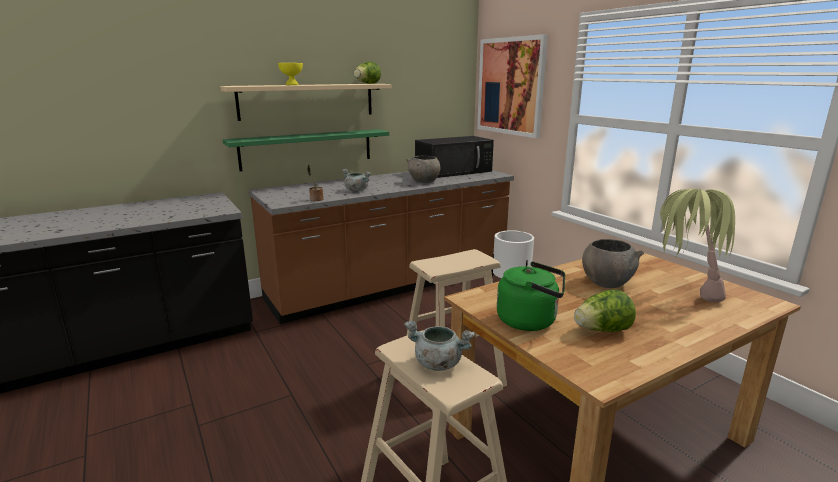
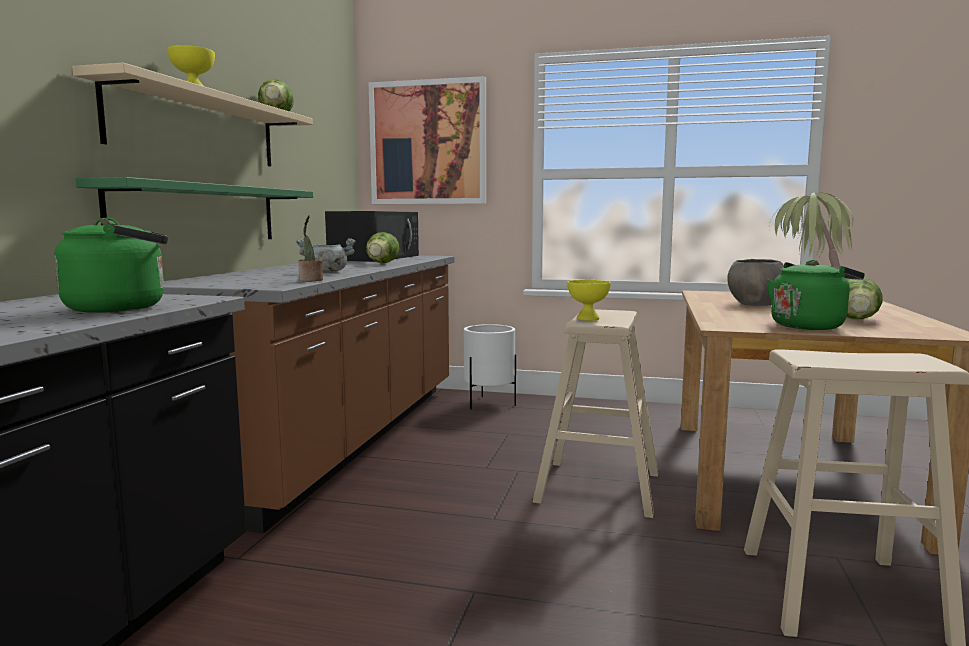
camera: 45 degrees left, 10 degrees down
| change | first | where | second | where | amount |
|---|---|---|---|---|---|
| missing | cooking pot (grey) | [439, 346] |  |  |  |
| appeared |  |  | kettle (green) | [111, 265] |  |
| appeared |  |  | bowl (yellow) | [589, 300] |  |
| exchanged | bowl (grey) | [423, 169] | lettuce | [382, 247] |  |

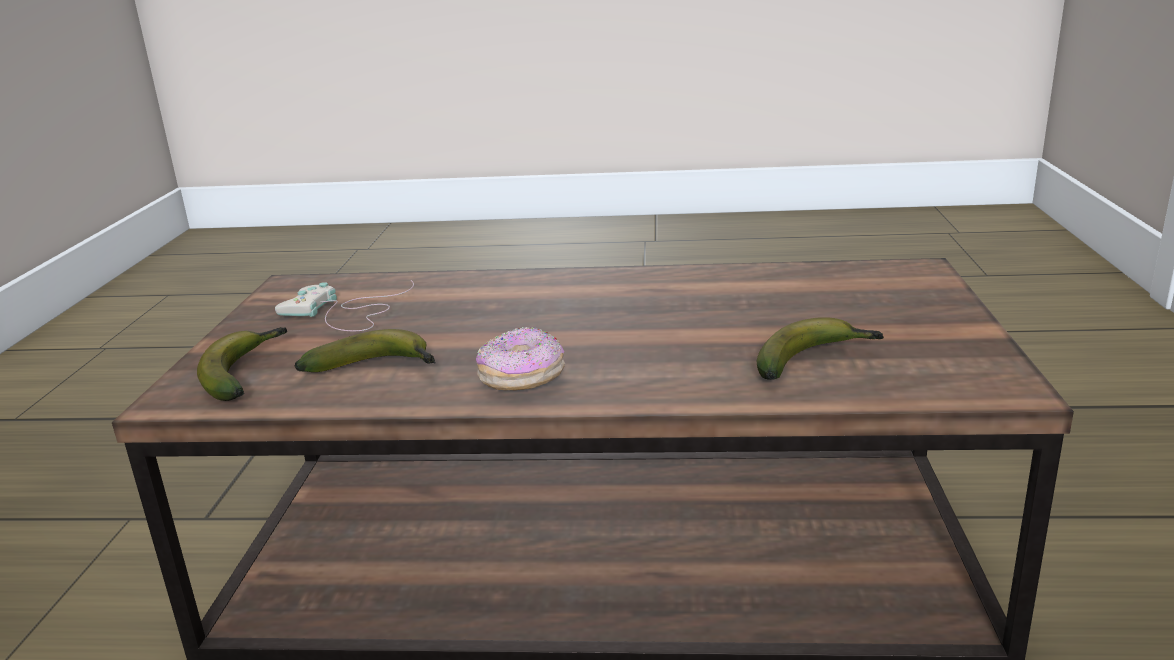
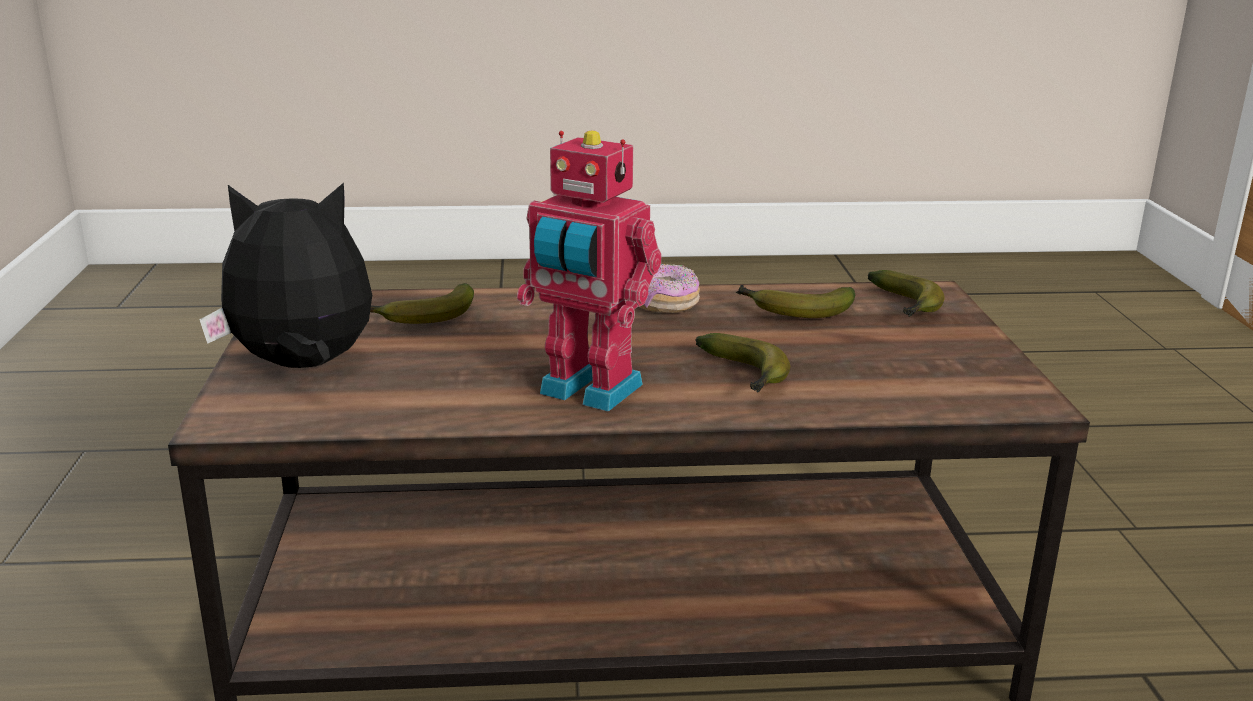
camera: 170 degrees right, 0 degrees up
| change | first | where | second | where | amount |
|---|---|---|---|---|---|
| missing | game controller (white) | [344, 305] |  |  |  |
| appeared |  |  | plush toy | [285, 275] |  |
| appeared |  |  | toy robot | [589, 271] |  |
| appeared |  |  | banana | [743, 363] |  |

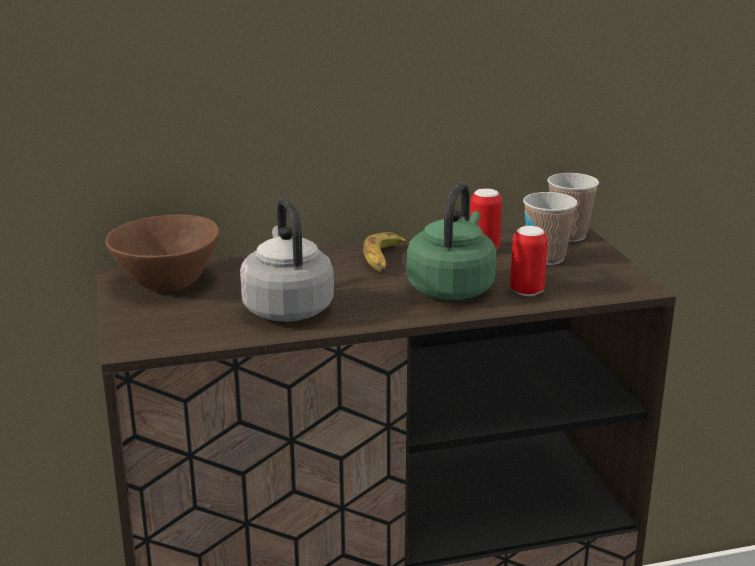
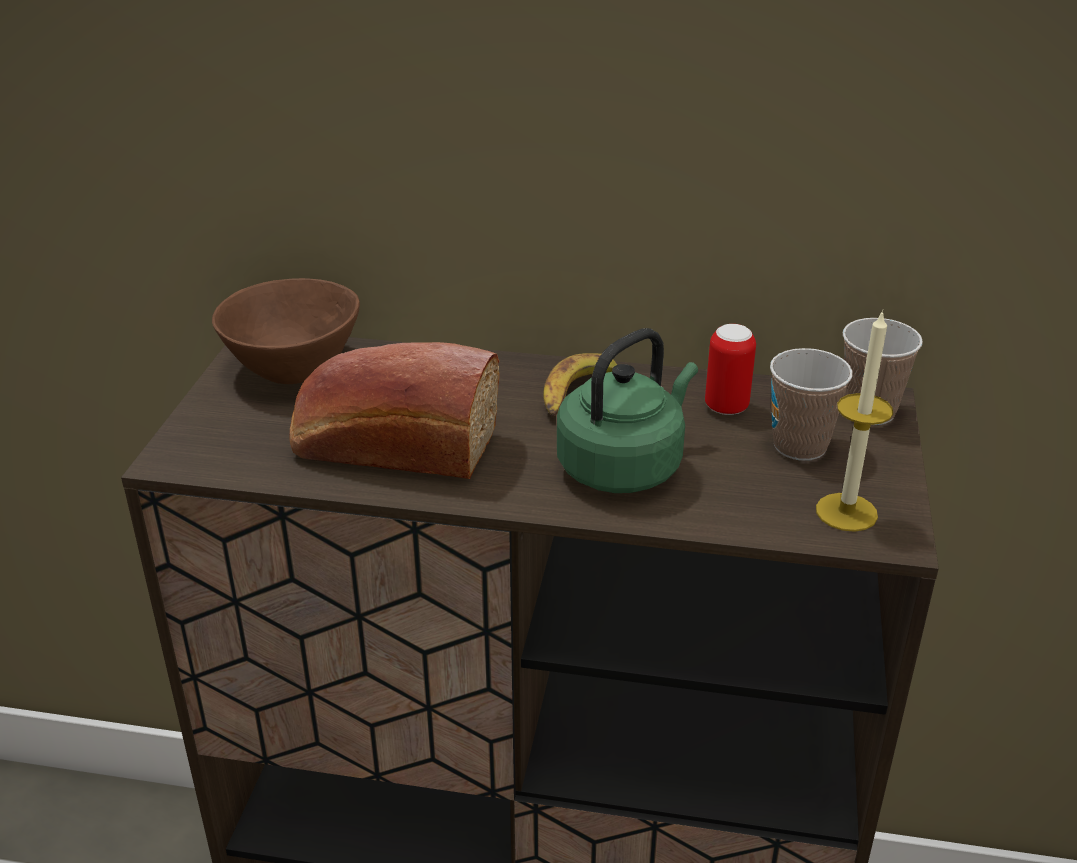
camera: 25 degrees right, 10 degrees up
| change | first | where | second | where | amount |
|---|---|---|---|---|---|
| missing | can | [529, 261] |  |  |  |
| appeared |  |  | candle | [854, 421] |  |
| exchanged | kettle (grey) | [287, 260] | bread | [394, 410] |  |

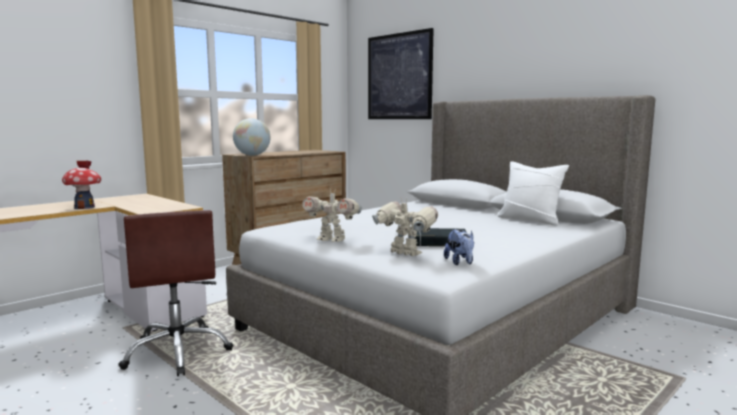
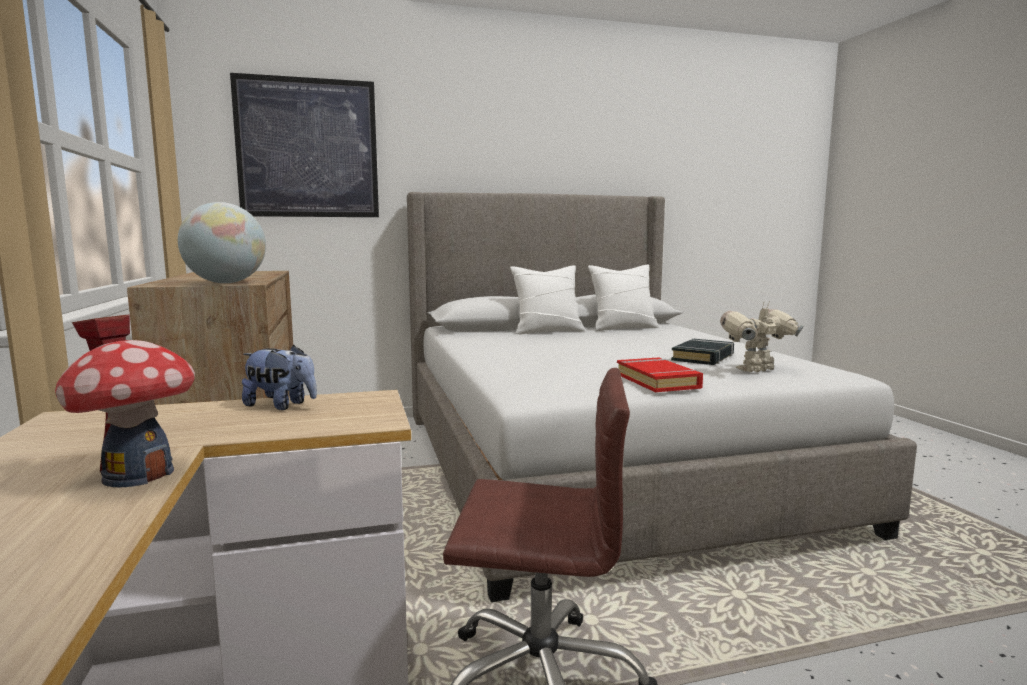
camera: 60 degrees left, 0 degrees up
| change | first | where | second | where | amount |
|---|---|---|---|---|---|
| appeared |  |  | pillow (white) | [547, 299] |  |
| relocated | plush toy | [459, 247] |  | [279, 377] |  |
| exchanged | toy robot | [332, 215] | book (red) | [660, 375] |  |

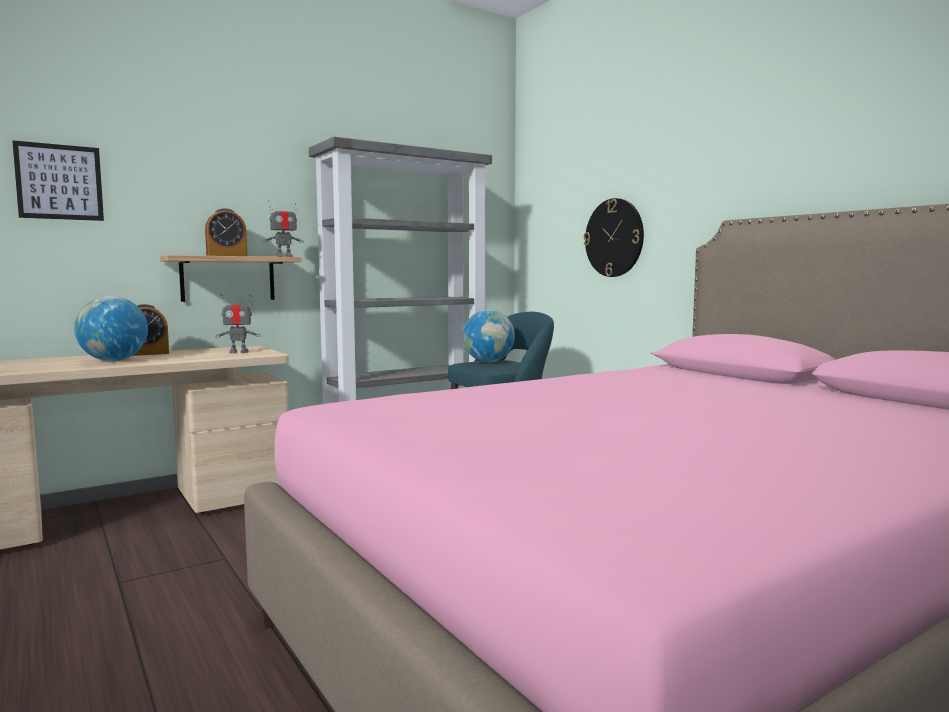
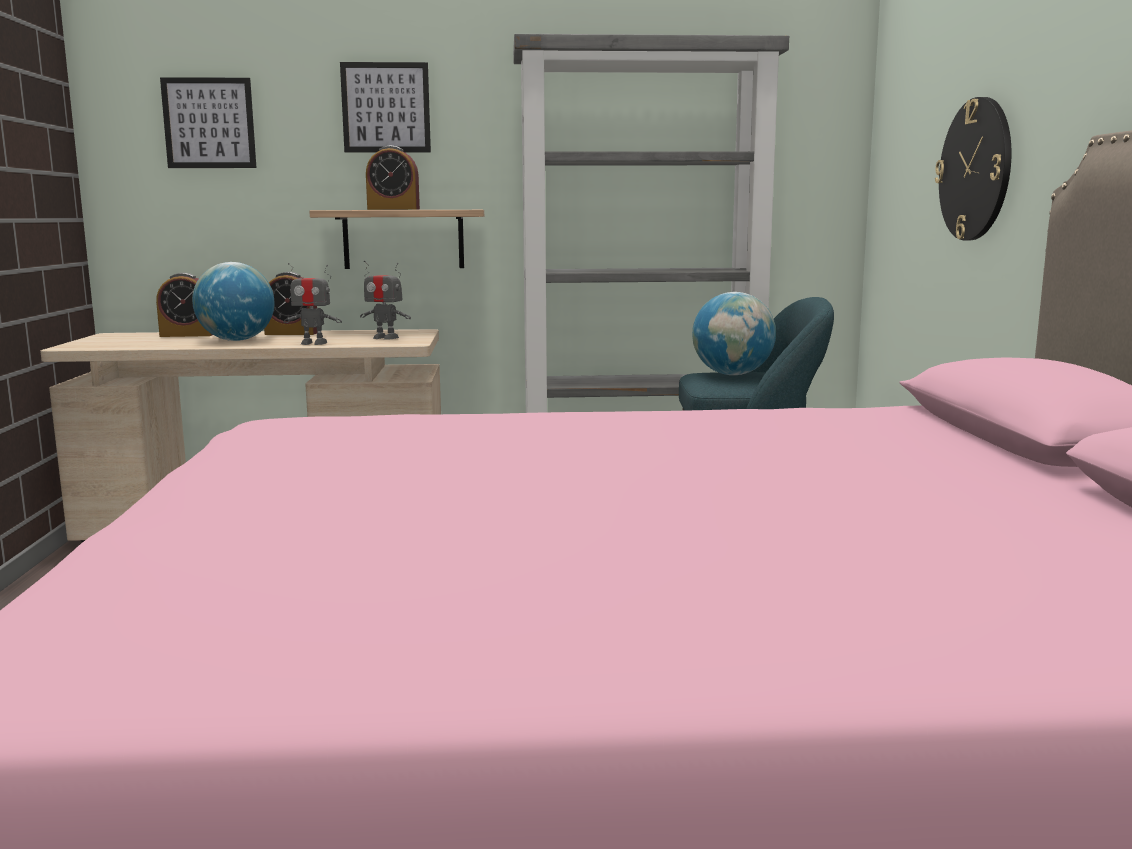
camera: 30 degrees right, 5 degrees up
| change | first | where | second | where | amount |
|---|---|---|---|---|---|
| appeared |  |  | alarm clock | [184, 305] |  |
| appeared |  |  | picture | [385, 107] |  |
| relocated | toy robot | [283, 229] |  | [312, 304] |  |

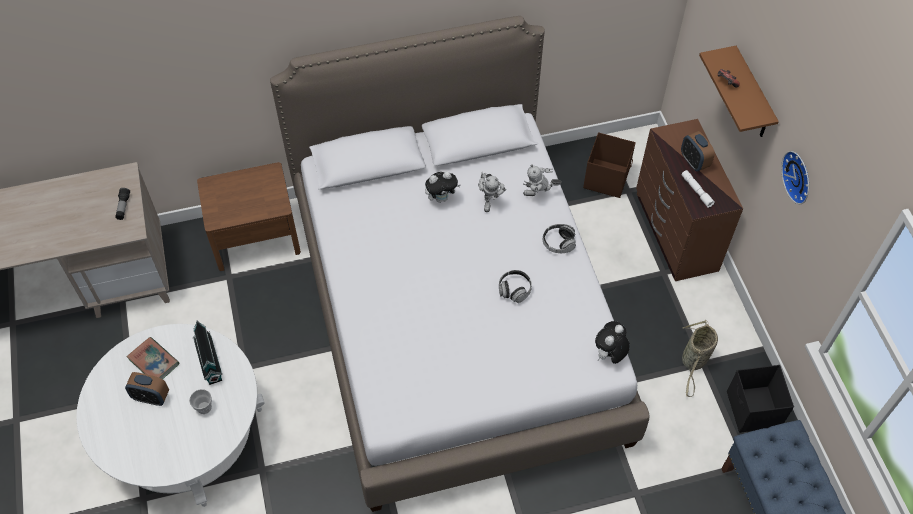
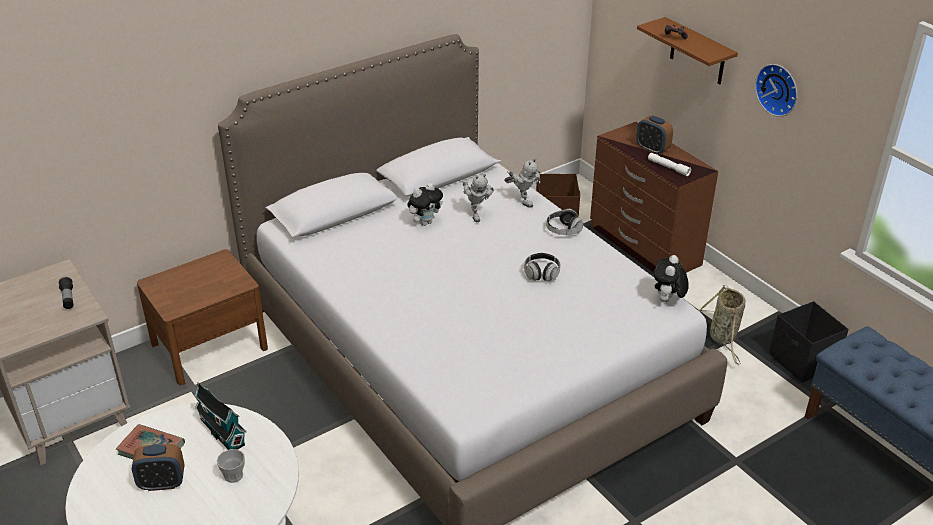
camera: 20 degrees left, 20 degrees down
| change | first | where | second | where | amount |
|---|---|---|---|---|---|
| spun | toy robot | [542, 180] |  | [522, 183] | 105 degrees counterclockwise |

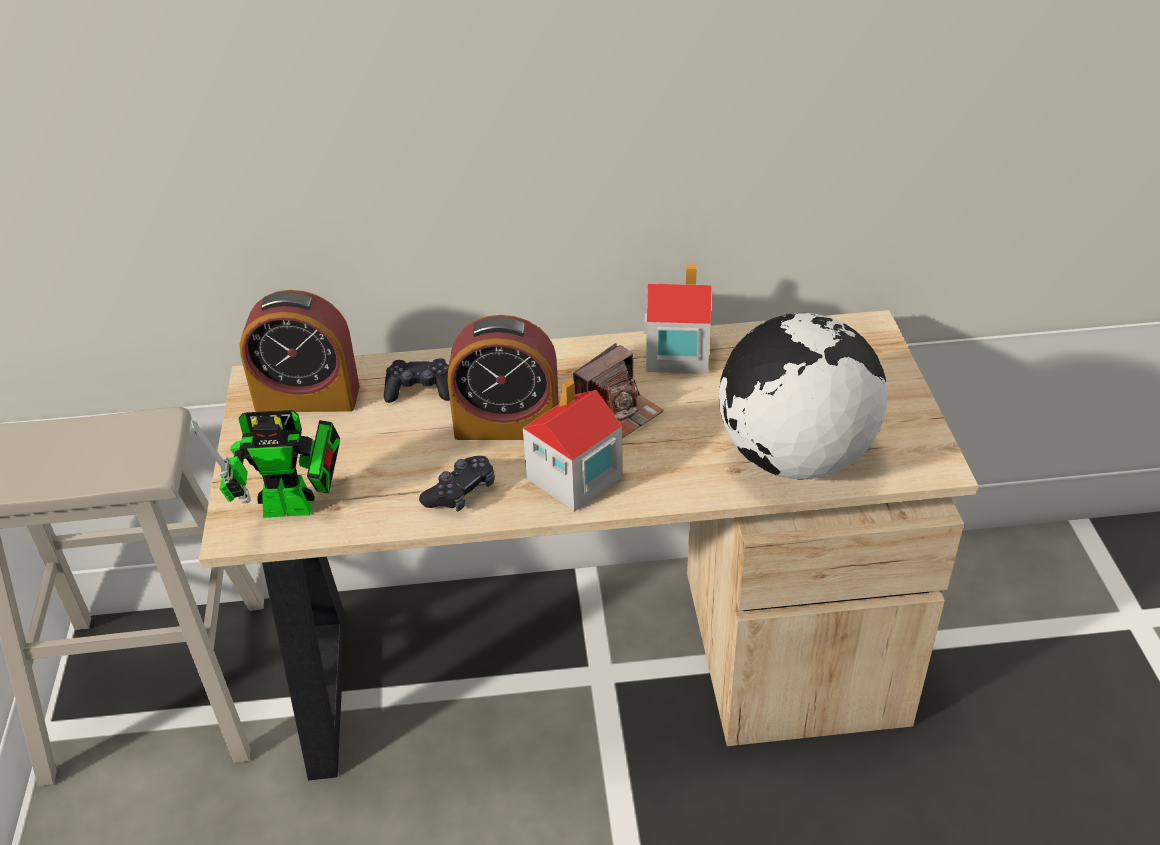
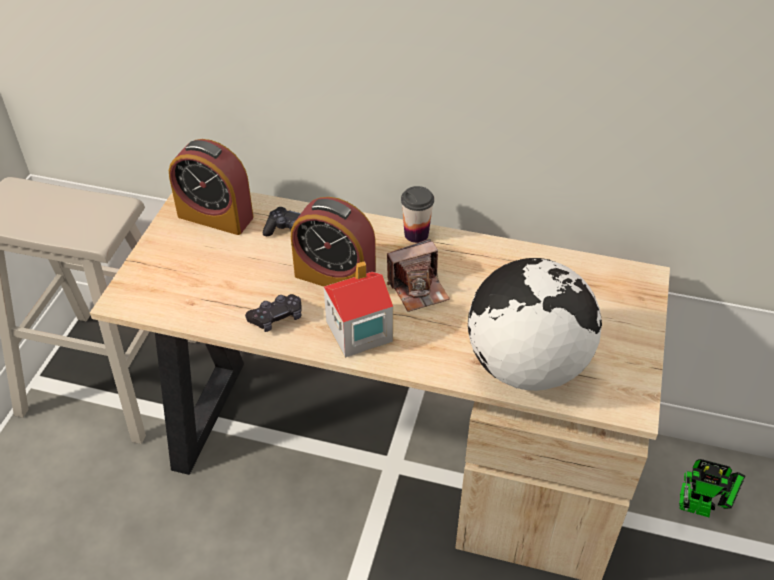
camera: 20 degrees right, 5 degrees up
| change | first | where | second | where | amount |
|---|---|---|---|---|---|
| missing | toy house | [678, 319] |  |  |  |
| appeared |  |  | cup | [417, 214] |  |
| relocated | toy robot | [265, 464] |  | [712, 488] |  |

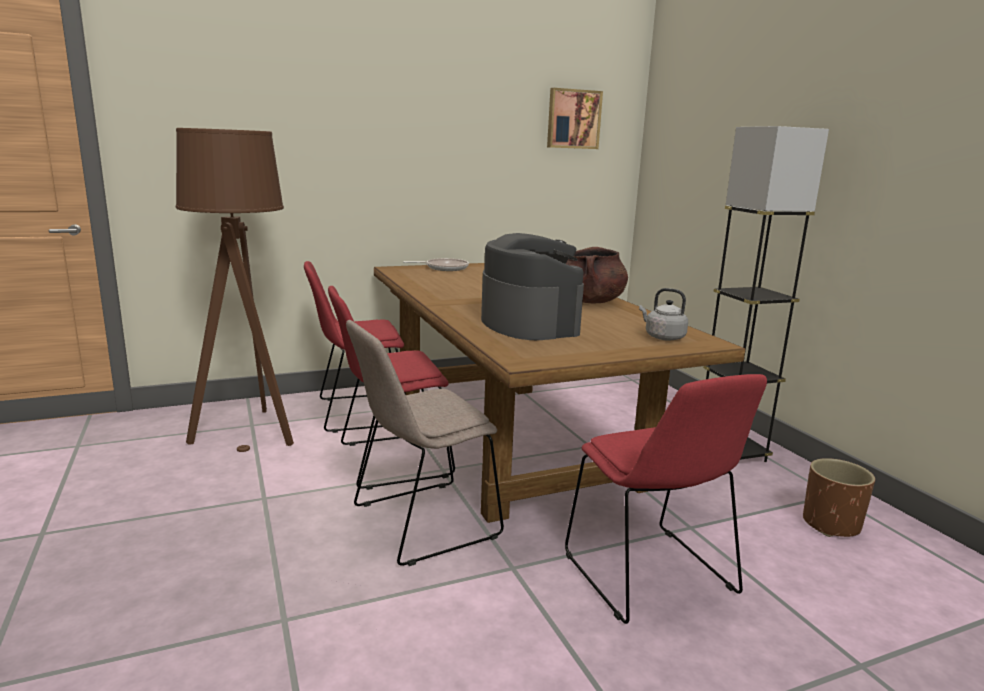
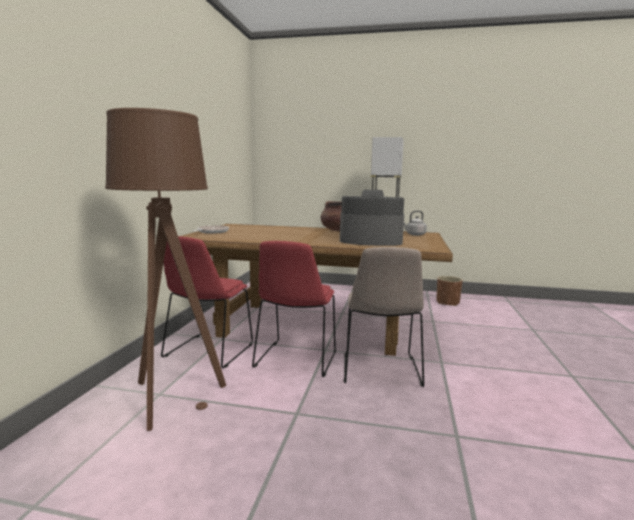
camera: 55 degrees left, 5 degrees down
| change | first | where | second | where | amount |
|---|---|---|---|---|---|
| missing | picture | [575, 118] |  |  |  |
| missing | chair (red) | [666, 499] |  |  |  |

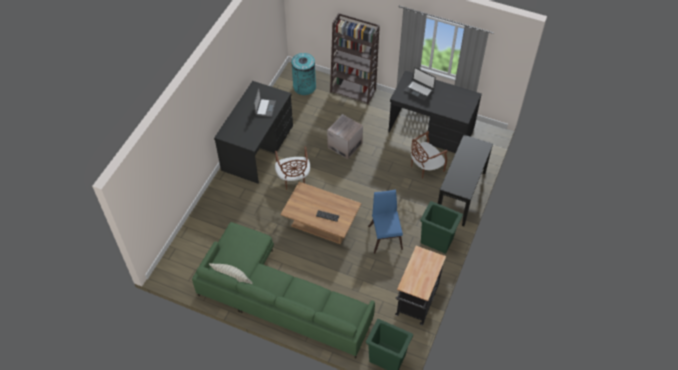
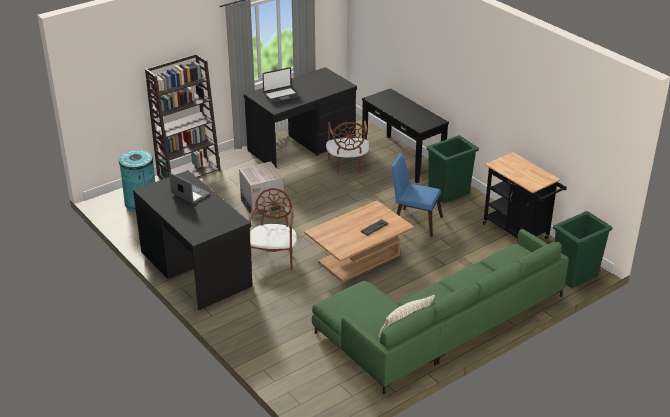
camera: 60 degrees left, 20 degrees down
| change | first | where | second | where | amount |
|---|---|---|---|---|---|
| spun | chair (brown) | [292, 168] |  | [272, 228] | 105 degrees counterclockwise |

